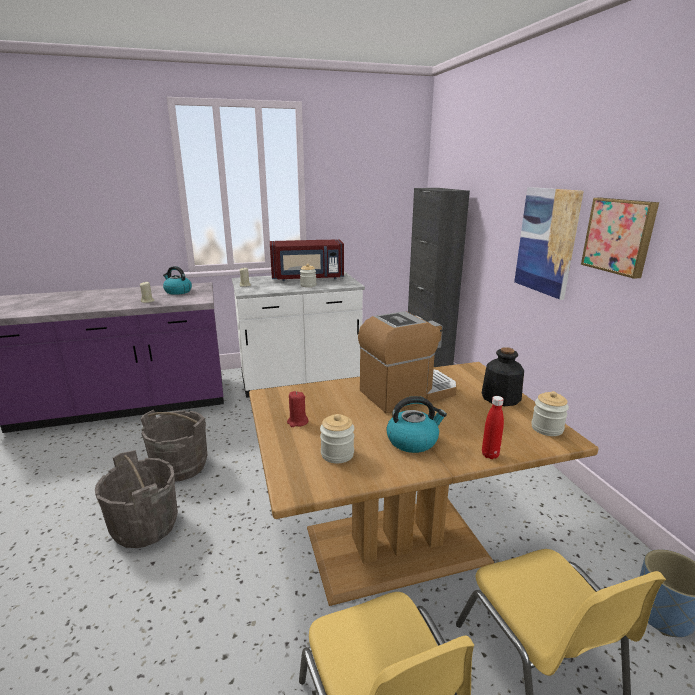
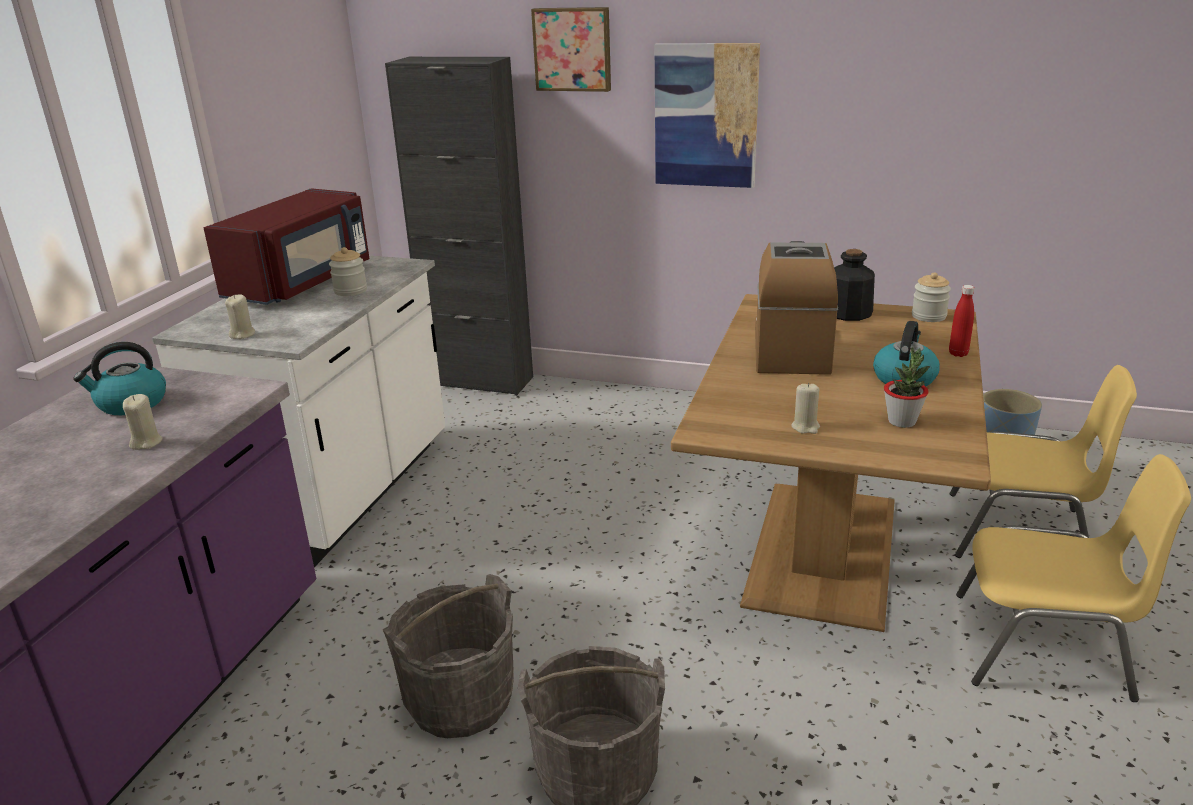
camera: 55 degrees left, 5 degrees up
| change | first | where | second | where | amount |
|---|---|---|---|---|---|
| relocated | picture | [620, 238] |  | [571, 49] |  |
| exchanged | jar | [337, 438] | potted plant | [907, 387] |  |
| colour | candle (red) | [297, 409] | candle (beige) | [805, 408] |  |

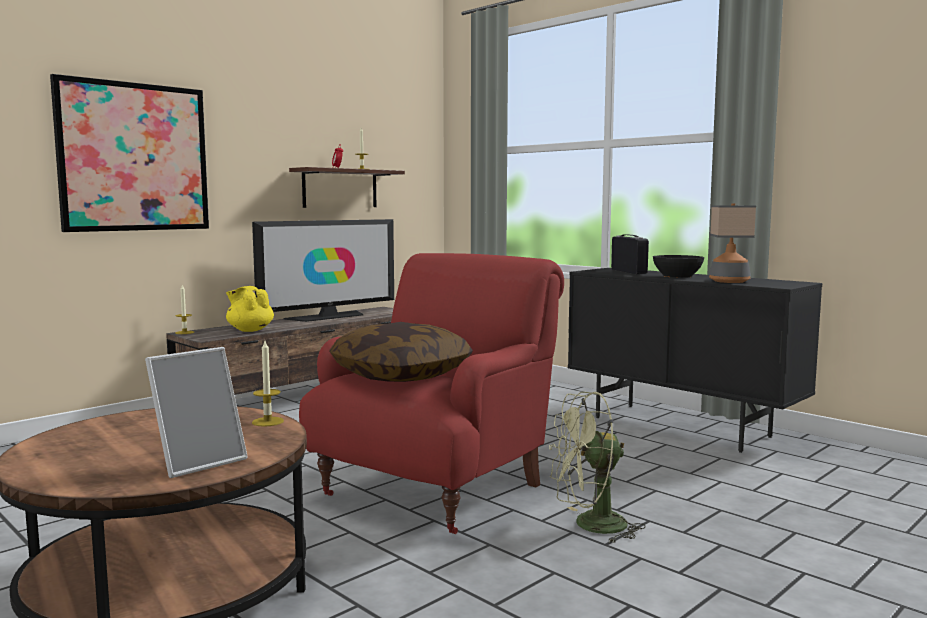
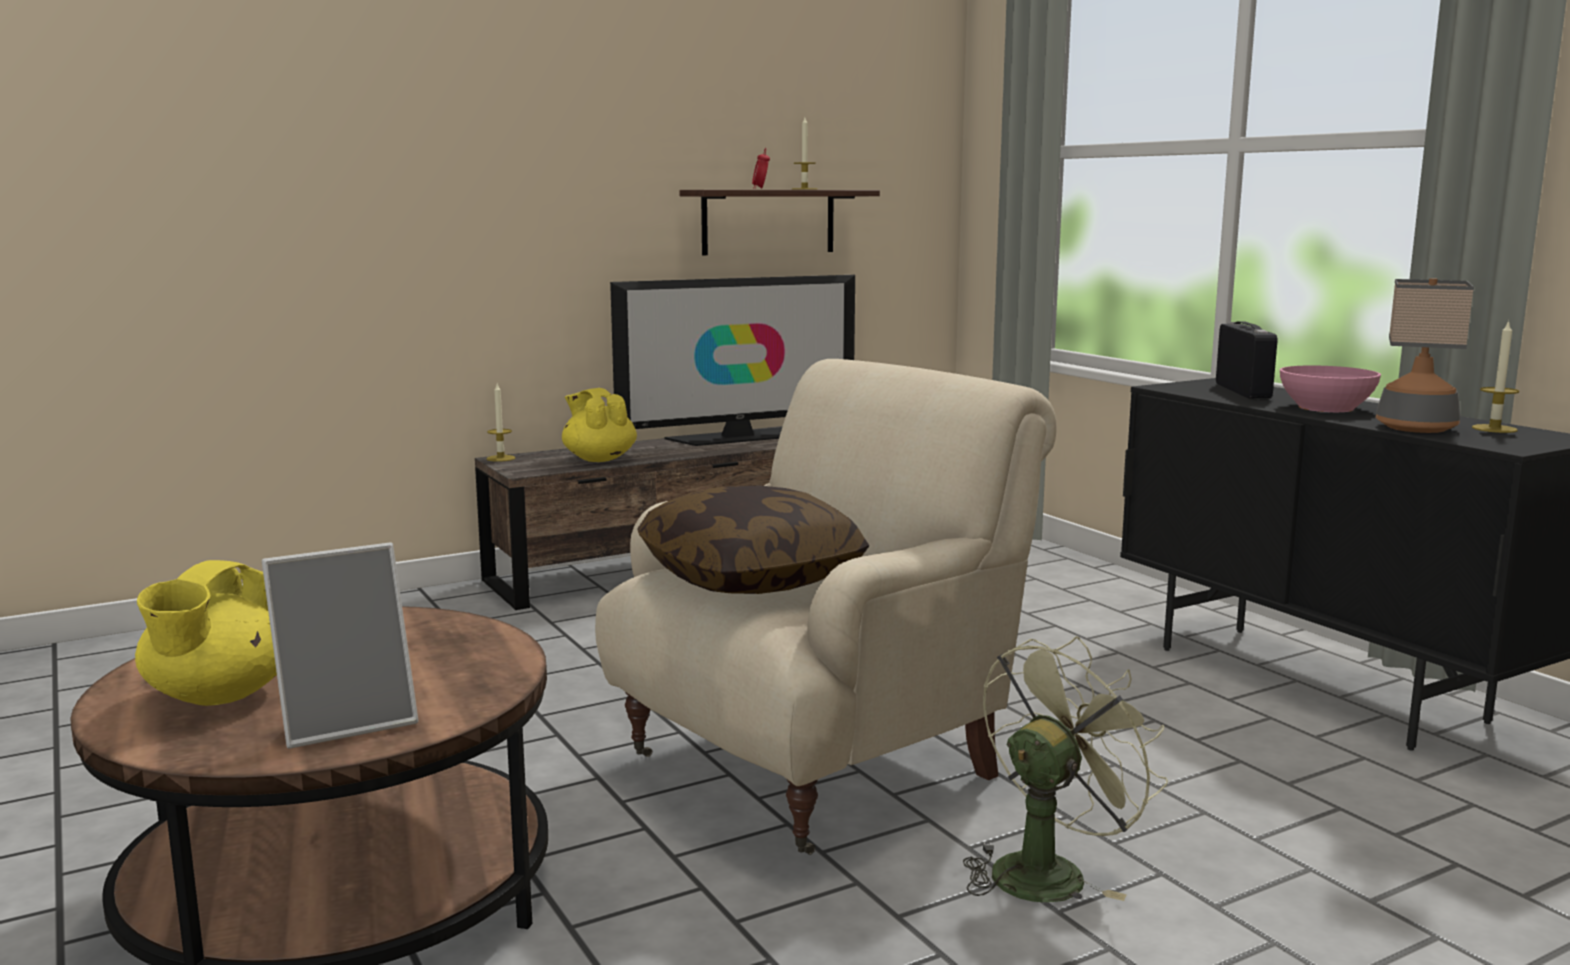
camera: 15 degrees right, 5 degrees up
| change | first | where | second | where | amount |
|---|---|---|---|---|---|
| missing | picture | [129, 153] |  |  |  |
| appeared |  |  | teapot (yellow) | [206, 633] |  |
| relocated | candle | [268, 384] |  | [1495, 376] |  |
| colour | armchair (red) | [431, 393] | armchair (beige) | [826, 607] |  |
| colour | bowl (black) | [678, 266] | bowl (pink) | [1330, 388] |  |
| spun | fan (green) | [597, 468] |  | [1065, 769] | 135 degrees clockwise |

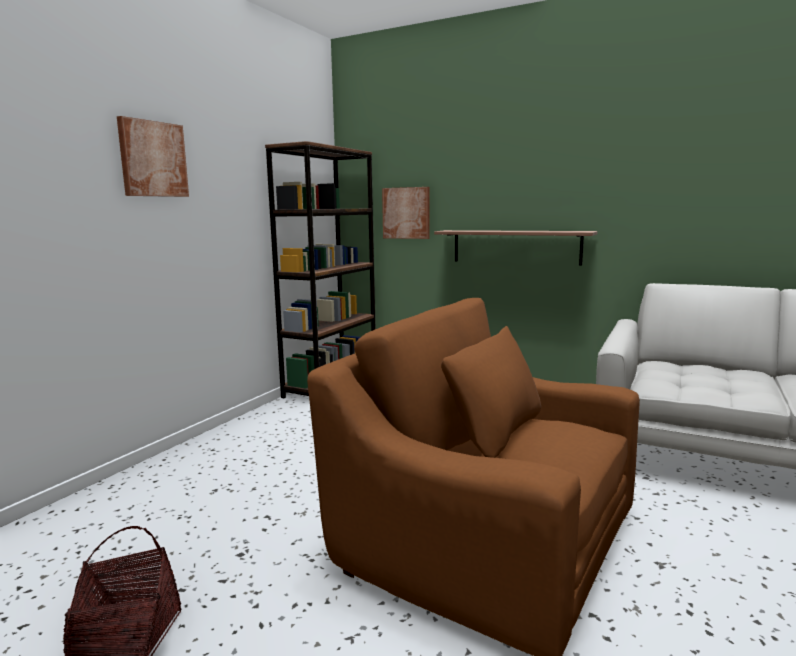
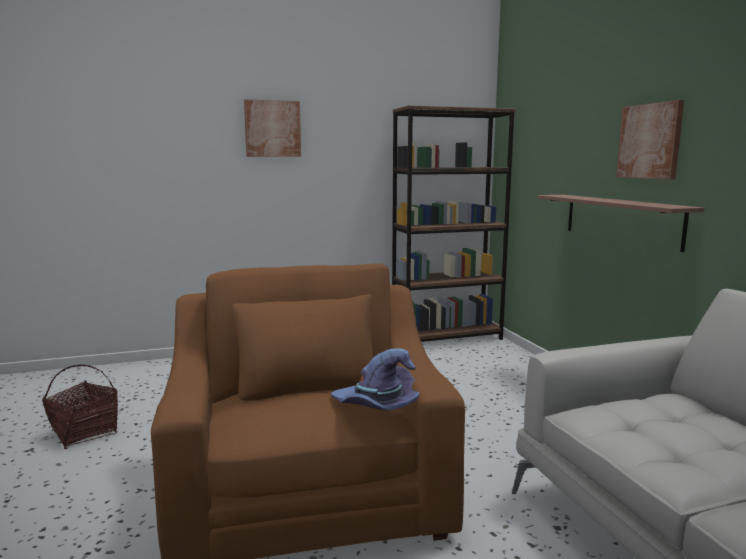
camera: 45 degrees right, 0 degrees up
| change | first | where | second | where | amount |
|---|---|---|---|---|---|
| appeared |  |  | hat (purple) | [375, 379] |  |
| relocated | picture | [405, 213] |  | [650, 140] |  |

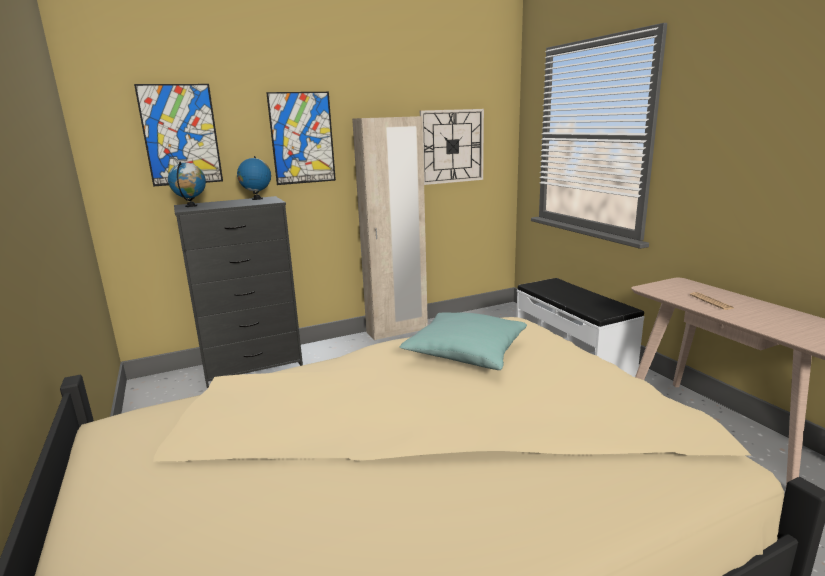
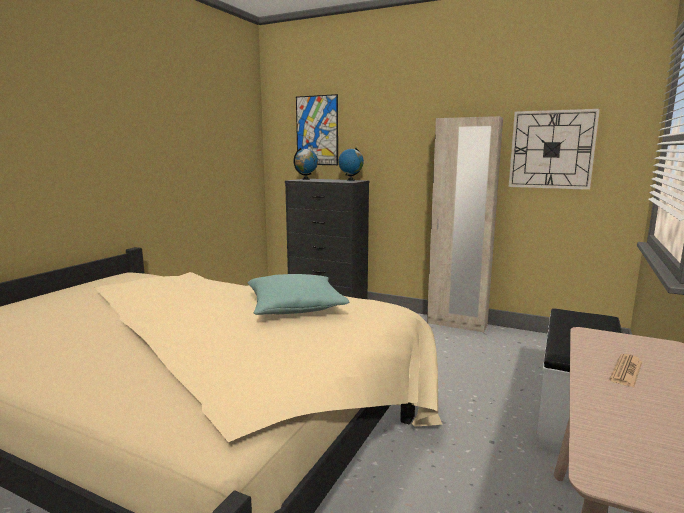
camera: 50 degrees right, 5 degrees down
| change | first | where | second | where | amount |
|---|---|---|---|---|---|
| missing | picture | [301, 138] |  |  |  |

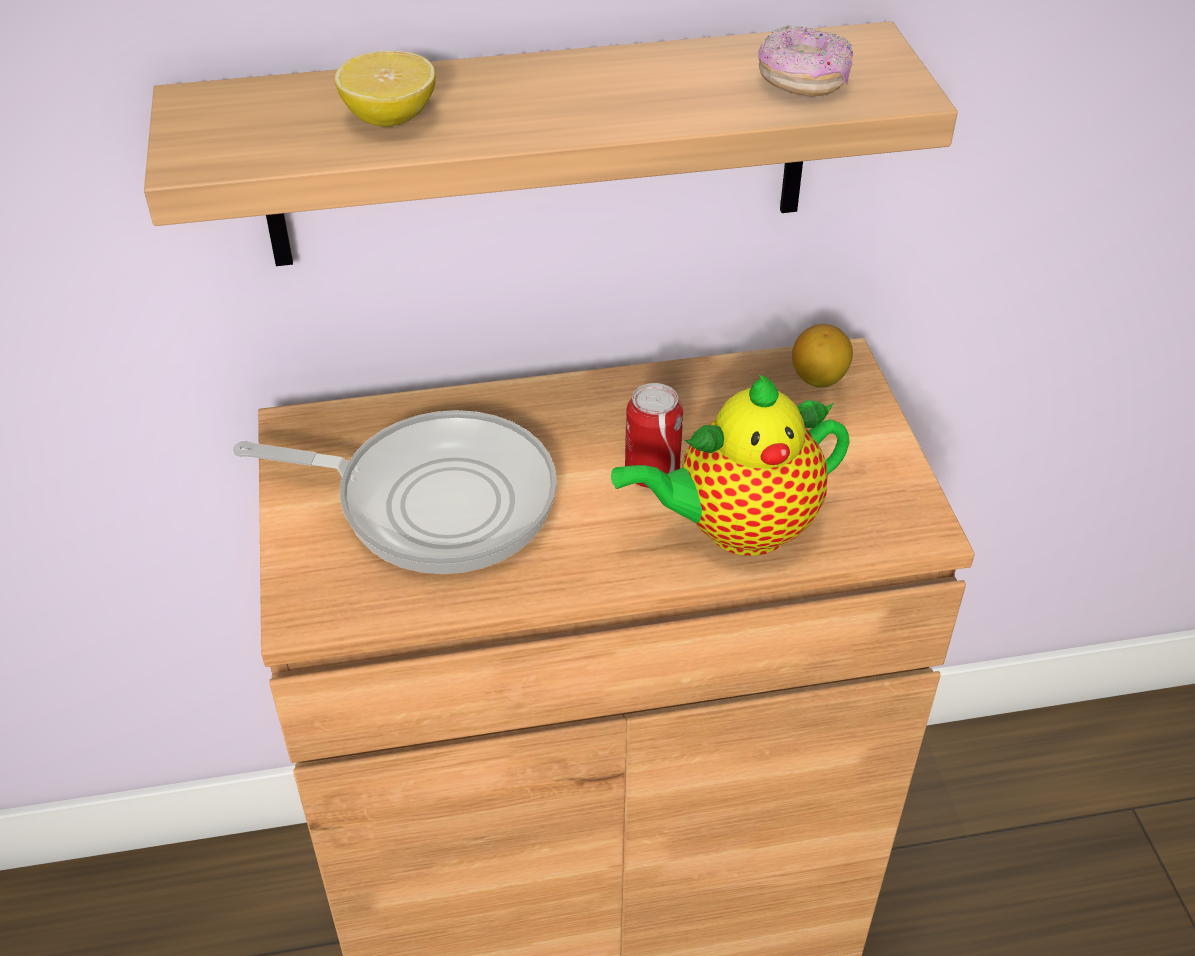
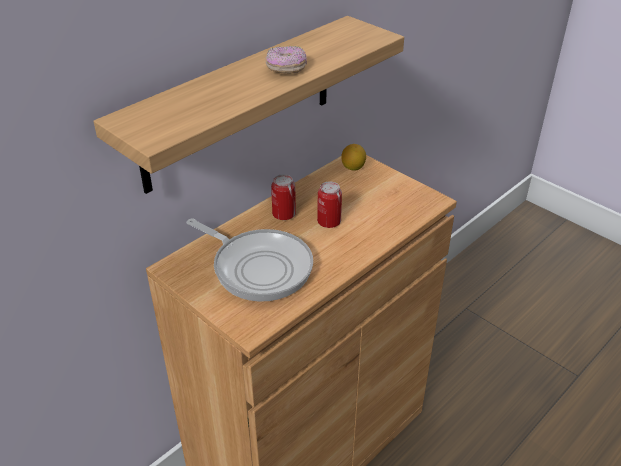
camera: 35 degrees left, 5 degrees down
| change | first | where | second | where | amount |
|---|---|---|---|---|---|
| missing | lemon | [385, 89] |  |  |  |
| missing | teapot | [730, 465] |  |  |  |
| appeared |  |  | can | [283, 197] |  |
| relocated | donut | [805, 61] |  | [286, 60] |  |
| spun | frying pan | [395, 492] |  | [250, 260] | 60 degrees clockwise |

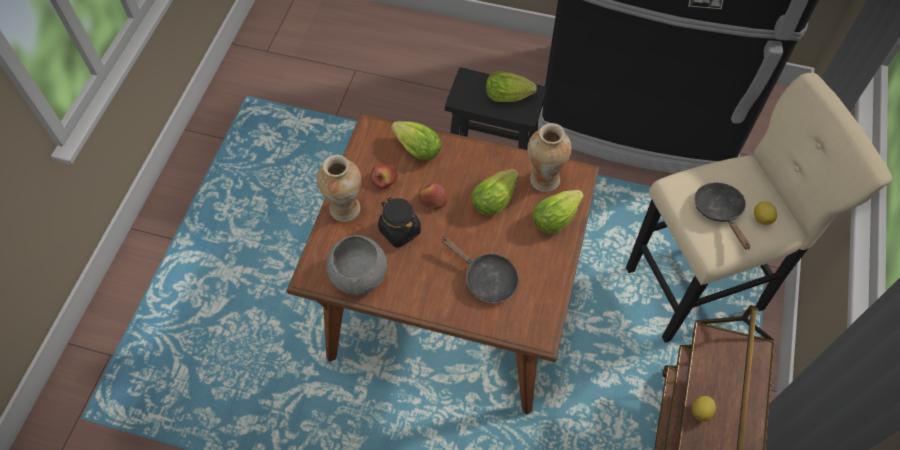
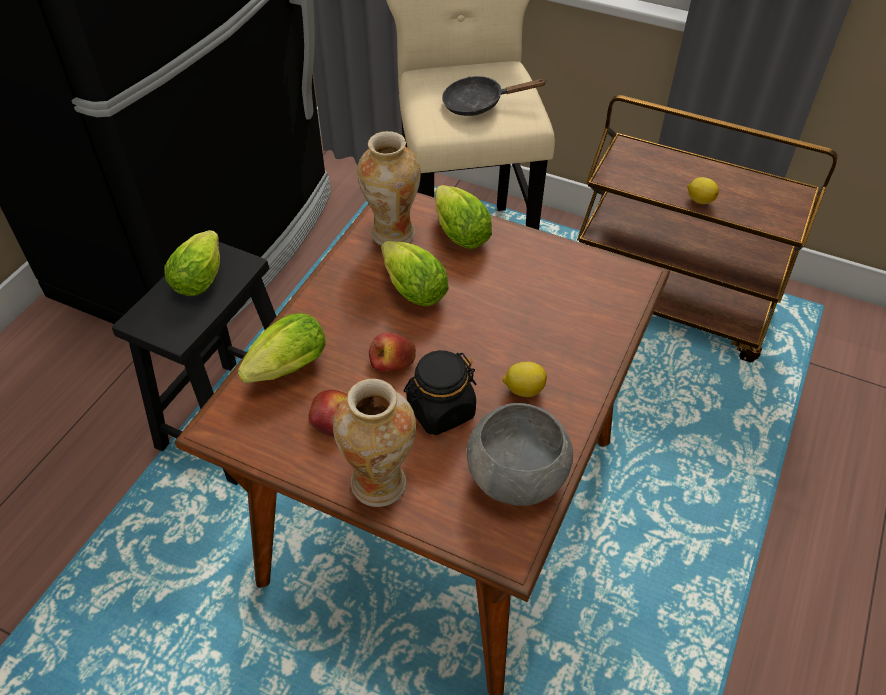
camera: 80 degrees left, 10 degrees down
| change | first | where | second | where | amount |
|---|---|---|---|---|---|
| missing | frying pan (black) | [480, 270] |  |  |  |
| relocated | lemon | [765, 213] |  | [524, 379] |  |

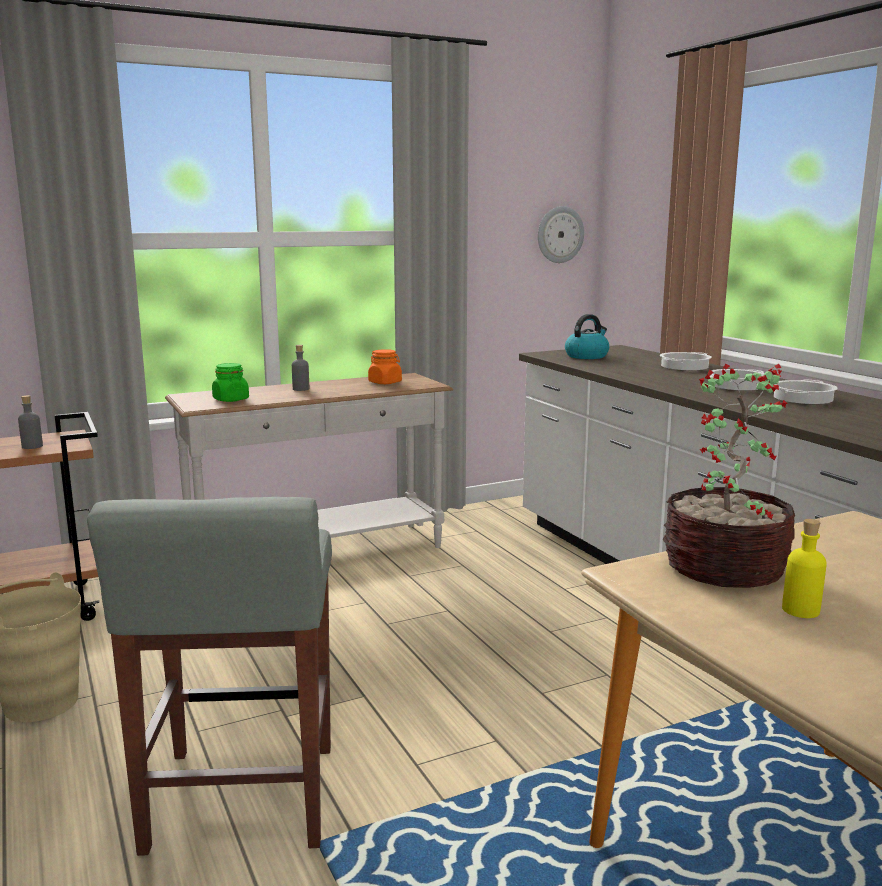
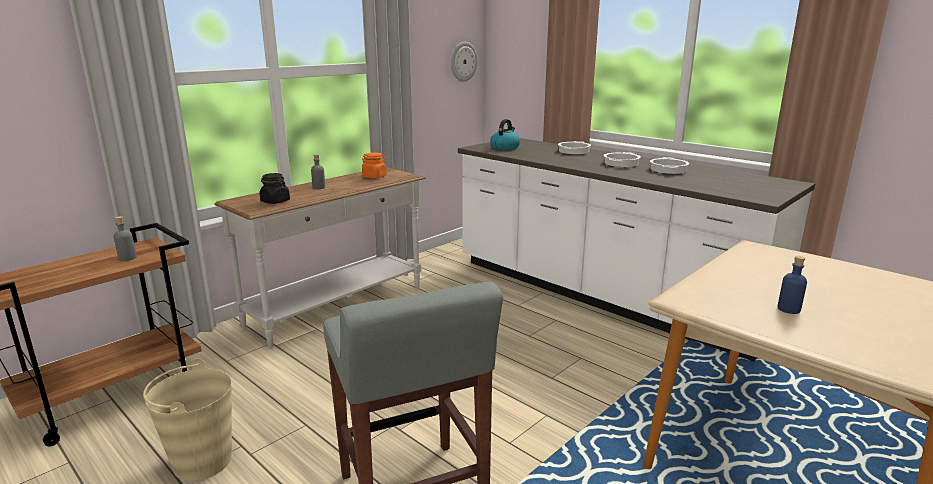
camera: 20 degrees left, 5 degrees up
| change | first | where | second | where | amount |
|---|---|---|---|---|---|
| missing | potted plant | [729, 476] |  |  |  |
| colour | jar (green) | [230, 382] | jar (black) | [275, 188] |  |
| colour | bottle (yellow) | [804, 568] | bottle (blue) | [792, 285] |  |

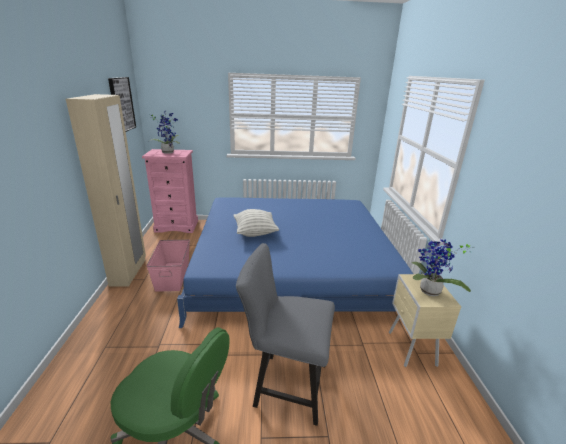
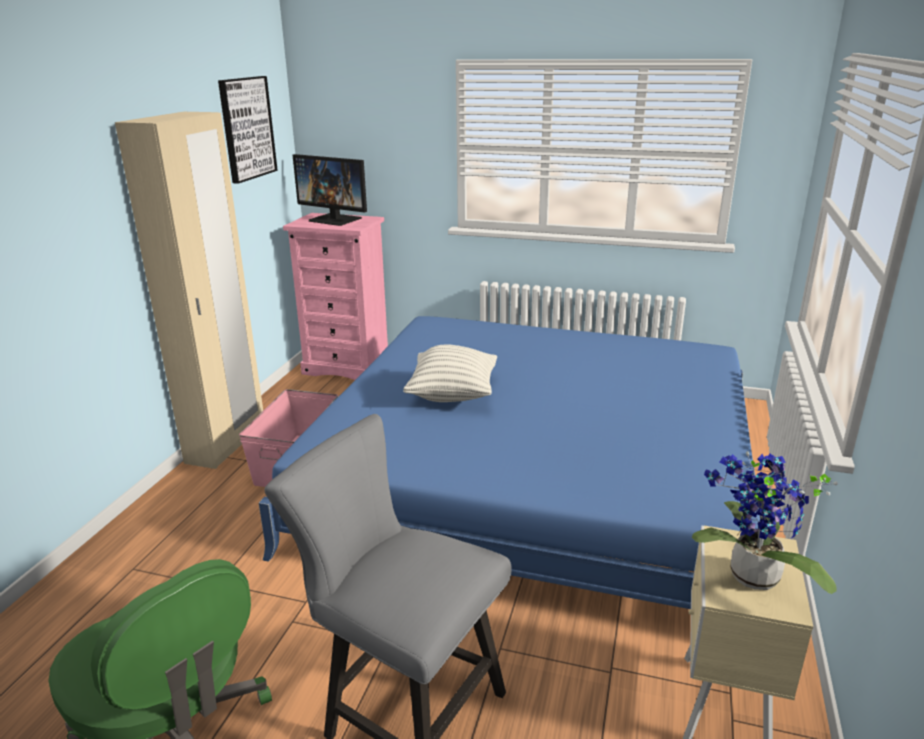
camera: 20 degrees right, 0 degrees up
| change | first | where | second | where | amount |
|---|---|---|---|---|---|
| exchanged | potted plant | [164, 133] | monitor | [330, 190] |  |

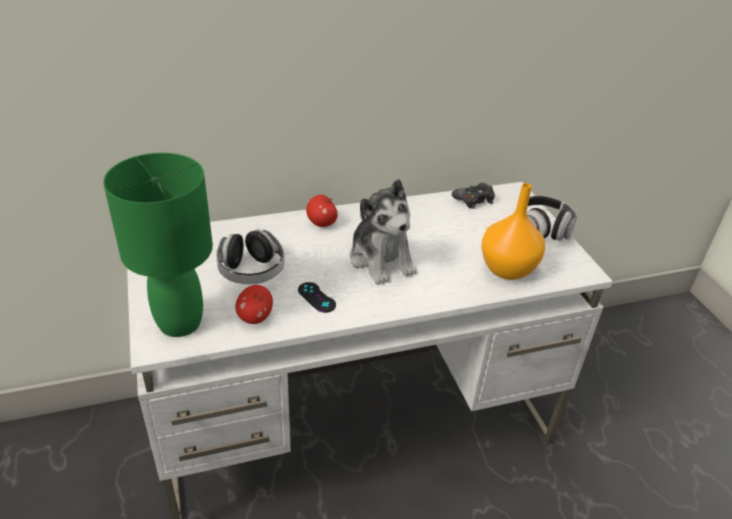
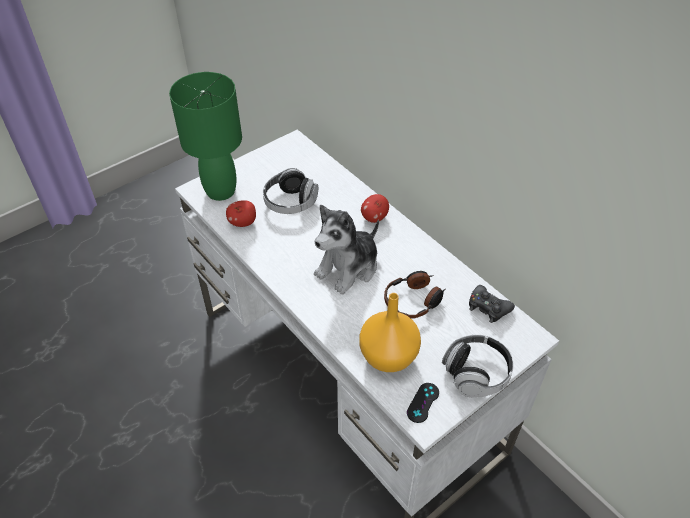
camera: 70 degrees right, 10 degrees up
| change | first | where | second | where | amount |
|---|---|---|---|---|---|
| appeared |  |  | headphones | [414, 295] |  |
| relocated | game controller (black) | [317, 297] |  | [423, 403] |  |

